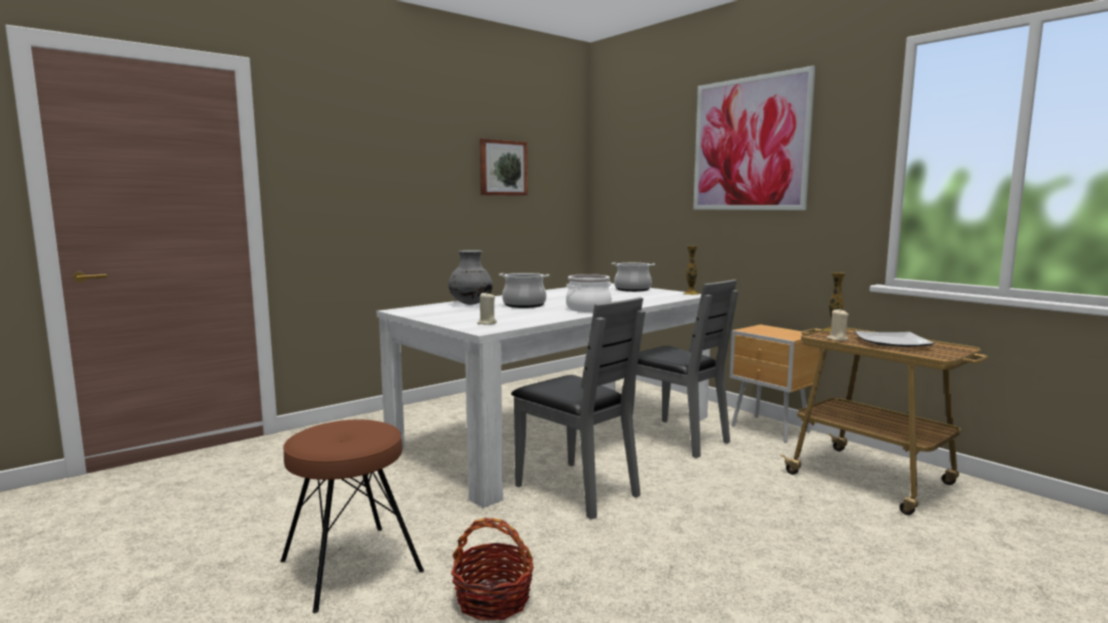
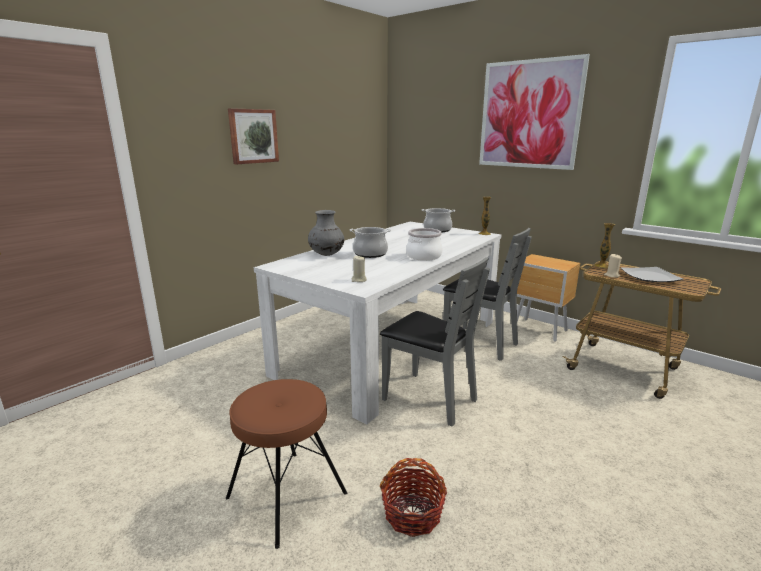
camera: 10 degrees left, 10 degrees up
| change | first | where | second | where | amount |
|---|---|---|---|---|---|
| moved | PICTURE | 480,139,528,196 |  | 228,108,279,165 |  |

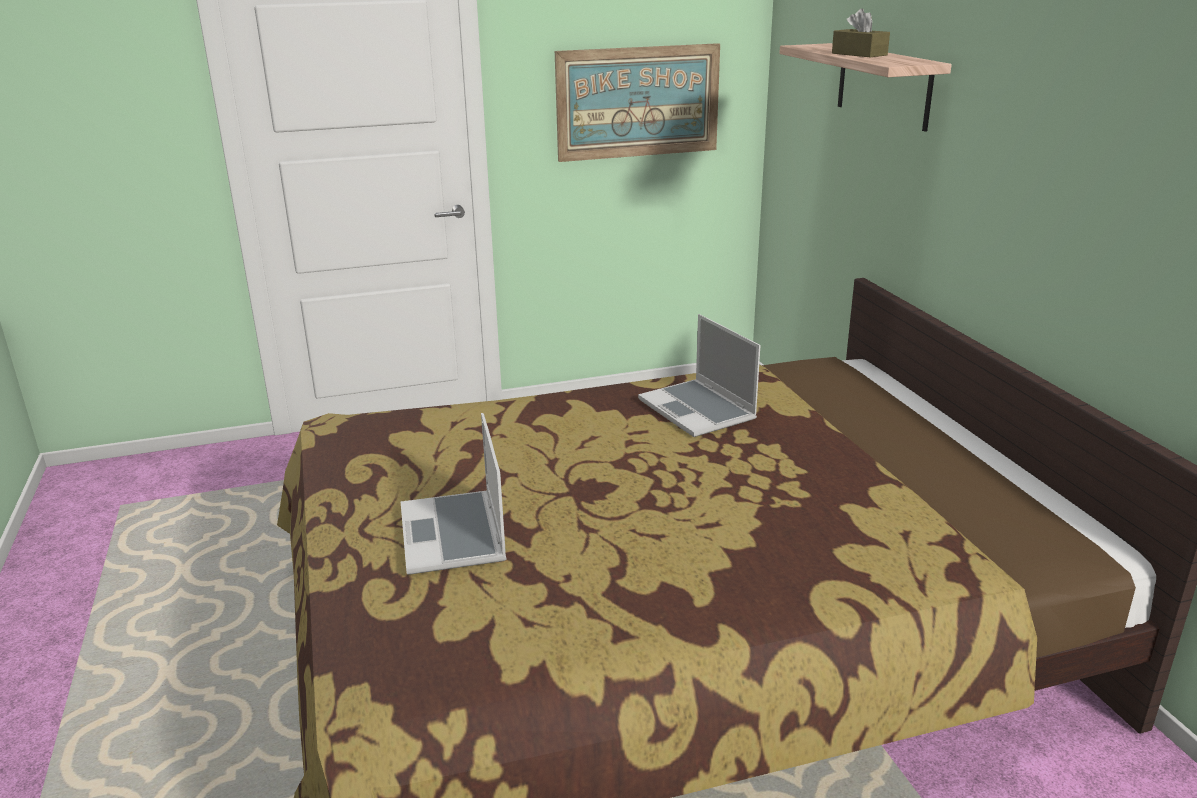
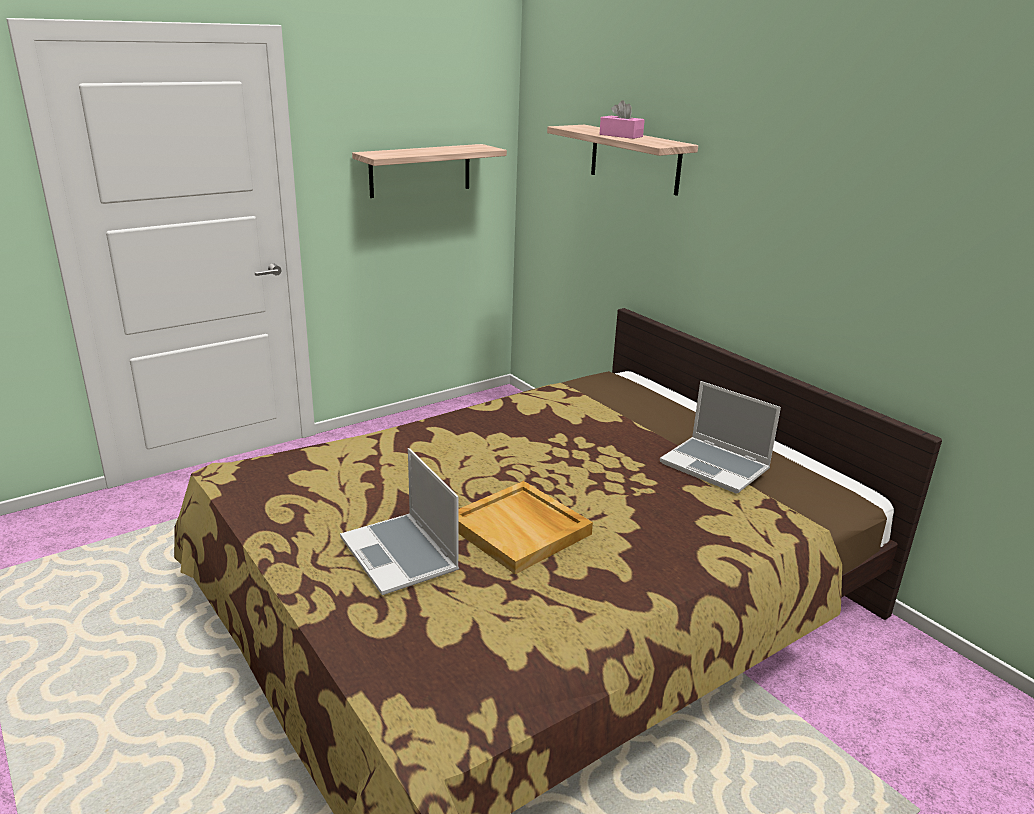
camera: 20 degrees left, 0 degrees up
| change | first | where | second | where | amount |
|---|---|---|---|---|---|
| recoloured | BROWN TISSUE BOX | 832,8,890,57 | PINK TISSUE BOX | 600,100,645,139 |  |
| replaced | PICTURE | 555,43,720,162 | SHELF | 352,144,507,198 |  |
| moved | LAPTOP | 638,314,760,437 |  | 660,381,781,494 |  |
| added |  |  | BEIGE TRAY | 458,481,593,574 |  |

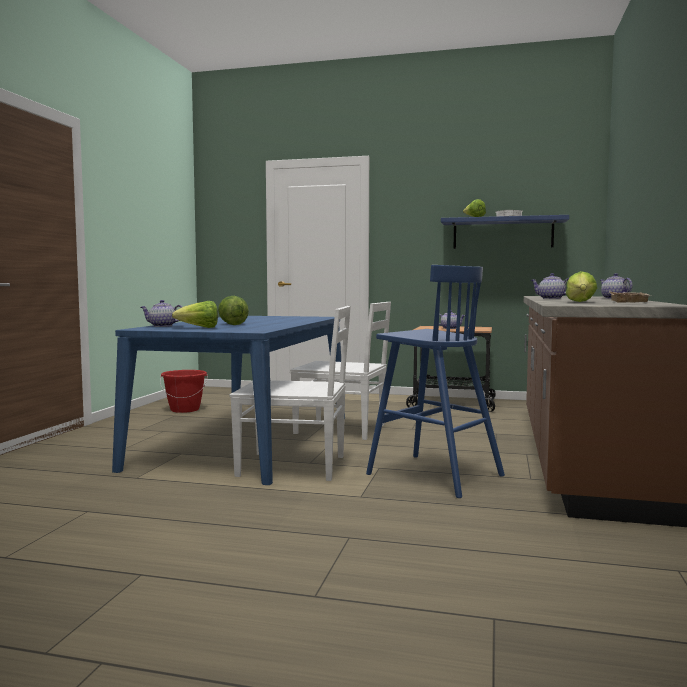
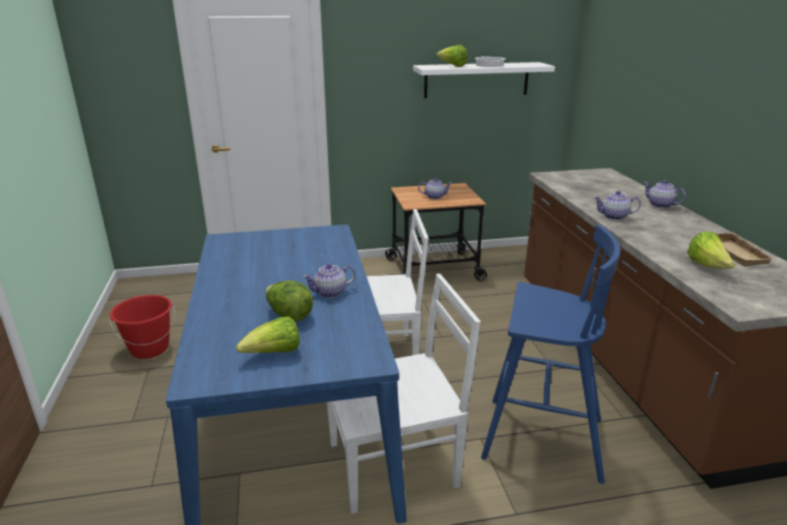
camera: 25 degrees left, 20 degrees up
| change | first | where | second | where | amount |
|---|---|---|---|---|---|
| recoloured | BLUE SHELF | 441,215,569,249 | WHITE SHELF | 413,62,555,98 |  |
| moved | TEAPOT | 140,300,182,327 |  | 303,264,355,298 |  |

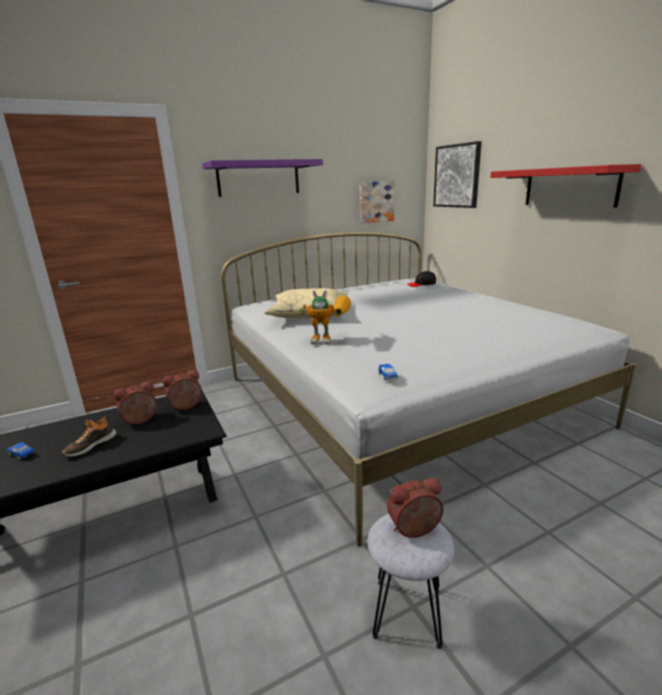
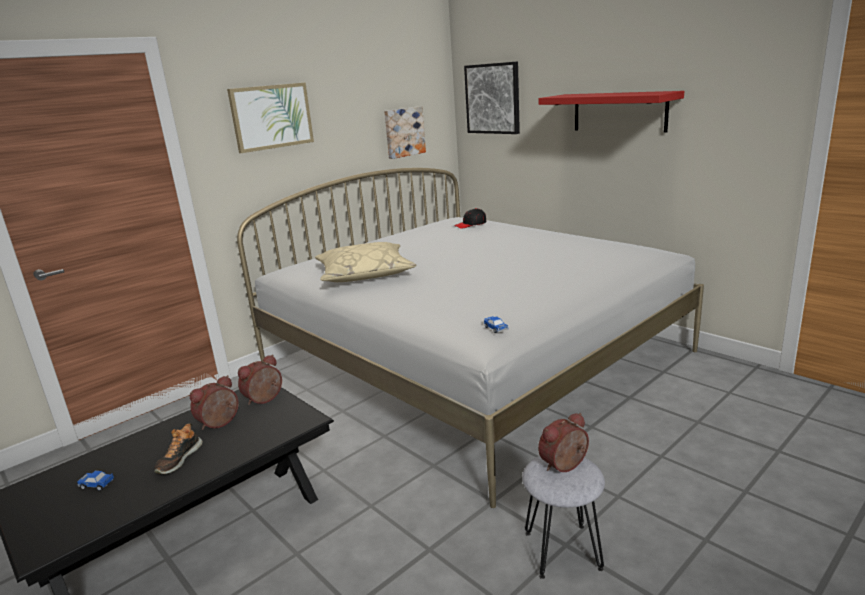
camera: 15 degrees left, 0 degrees up
| change | first | where | second | where | amount |
|---|---|---|---|---|---|
| replaced | PURPLE SHELF | 202,159,323,197 | PICTURE | 227,82,314,153 |  |
| removed | TOY ROBOT | 299,290,351,345 |  |  |  |

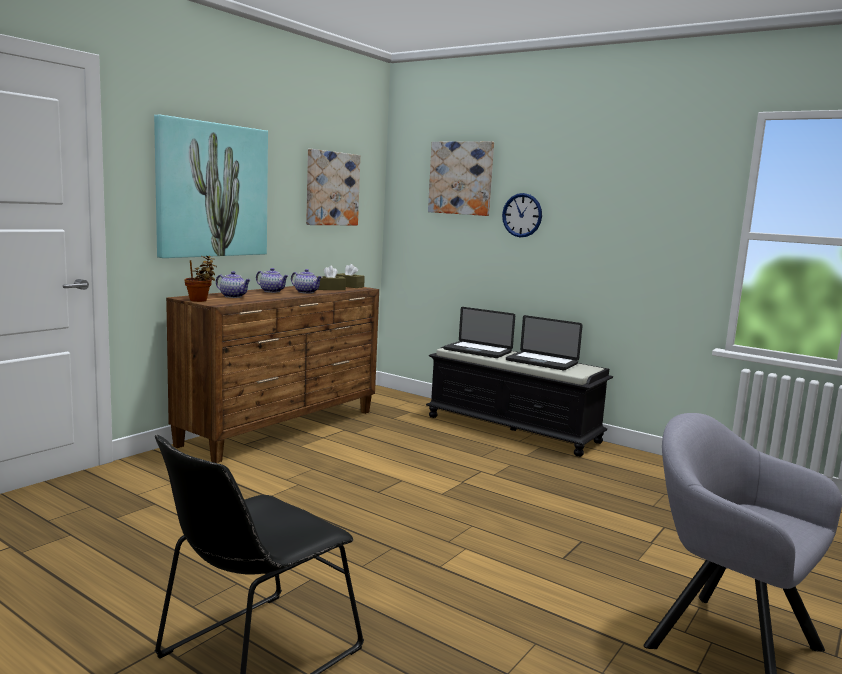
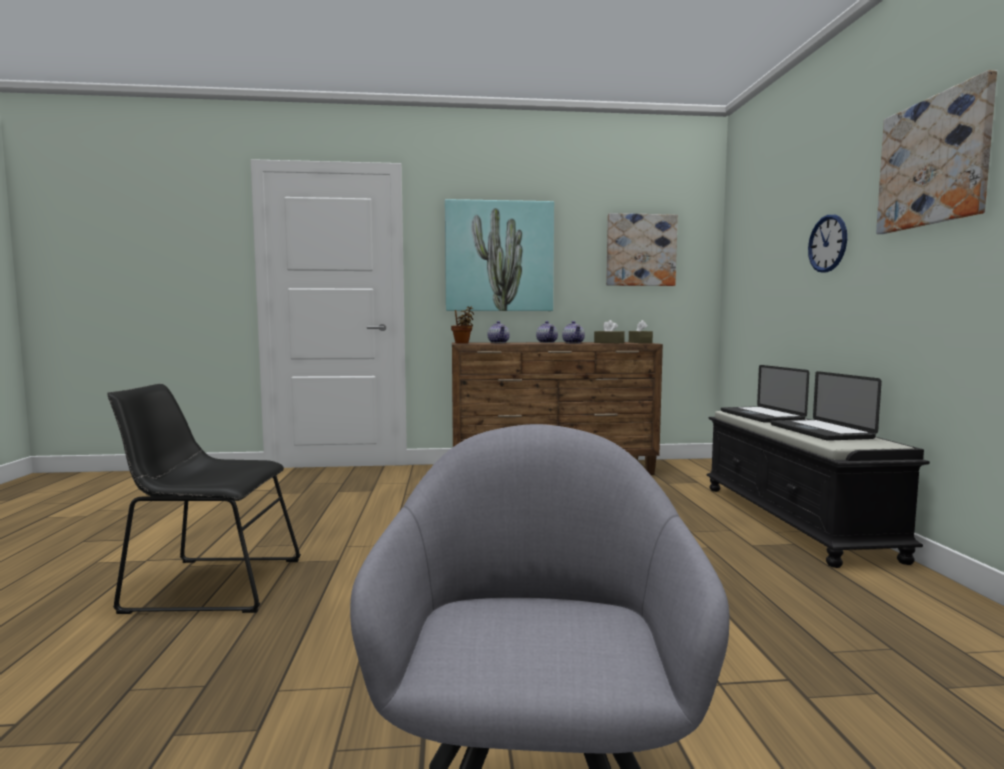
camera: 50 degrees right, 5 degrees down
| change | first | where | second | where | amount |
|---|---|---|---|---|---|
| moved | PICTURE | 428,141,494,216 |  | 876,70,997,234 |  |

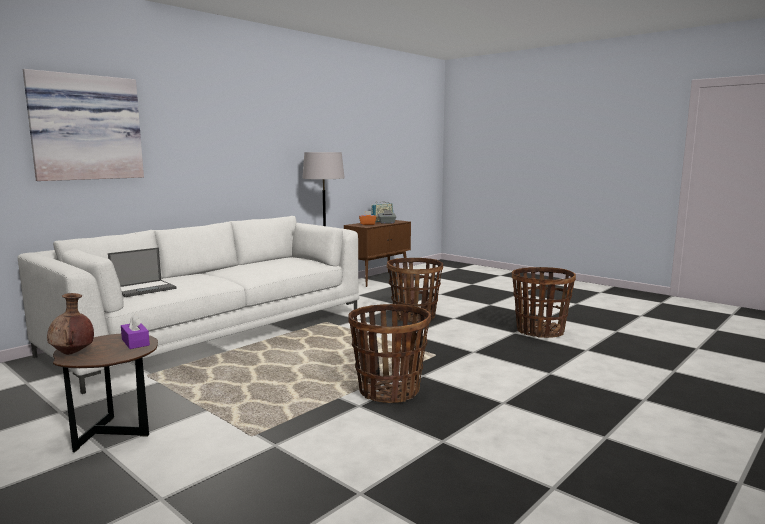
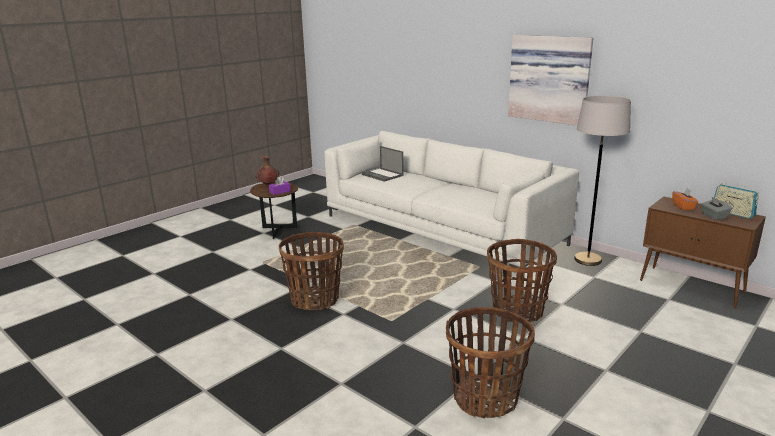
camera: 90 degrees right, 10 degrees up
| change | first | where | second | where | amount |
|---|---|---|---|---|---|
| moved | PICTURE | 23,69,144,181 |  | 508,35,593,125 |  |

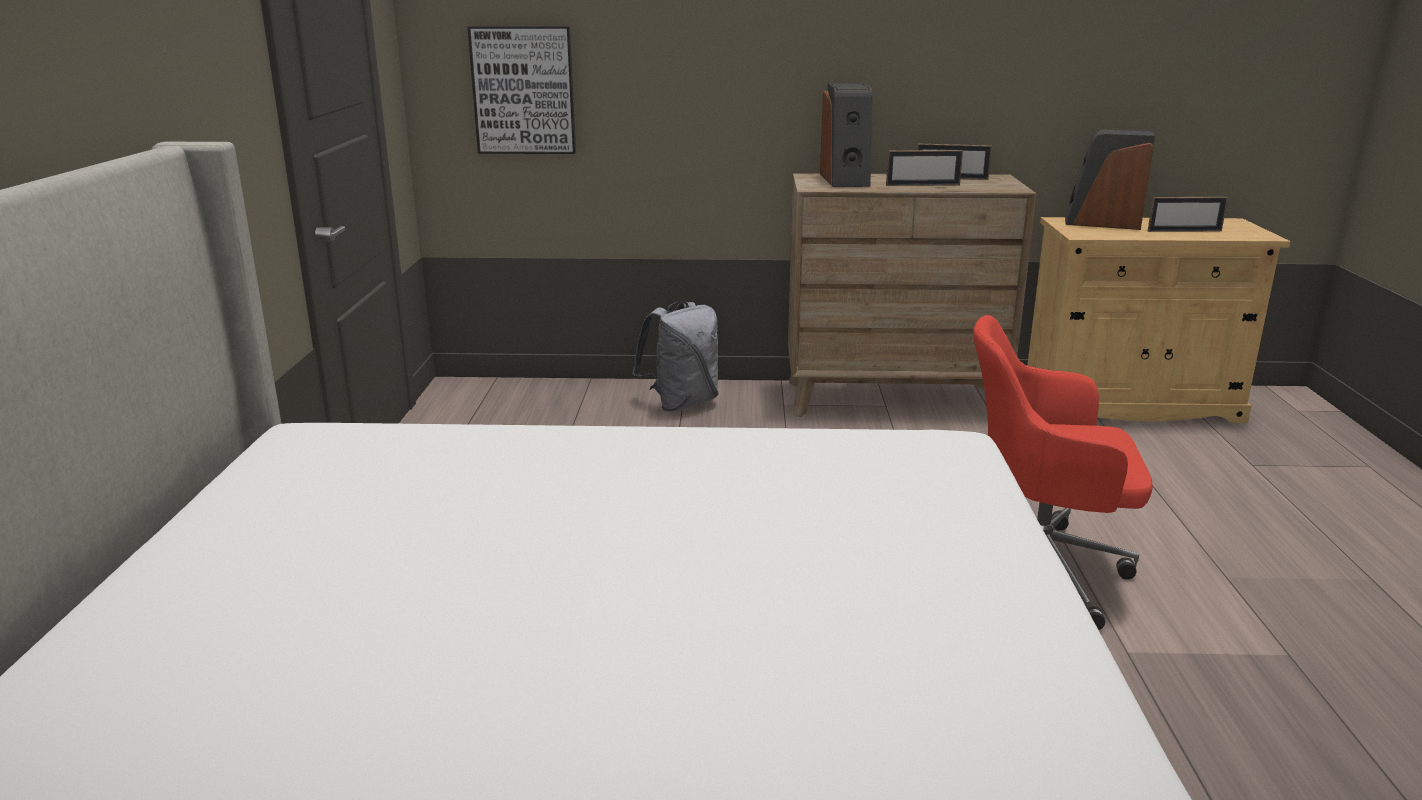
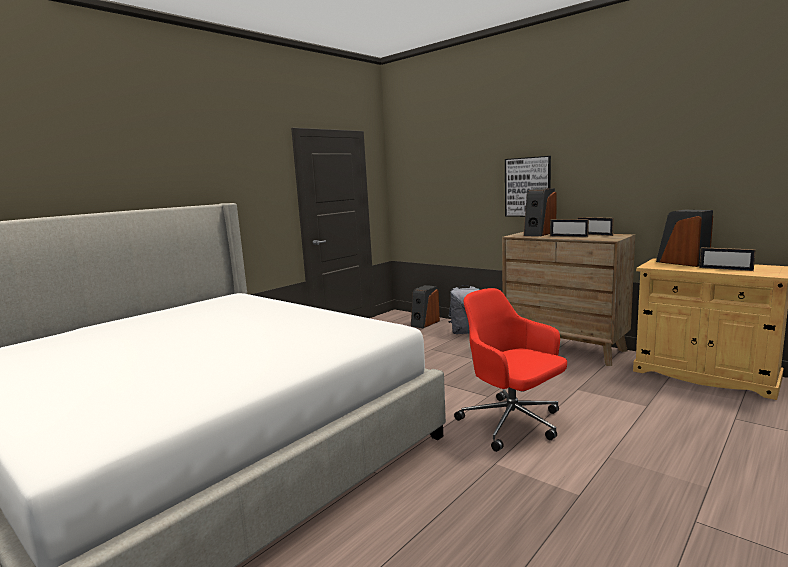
camera: 40 degrees right, 10 degrees down
| change | first | where | second | where | amount |
|---|---|---|---|---|---|
| moved | PICTURE | 468,26,576,154 |  | 505,156,551,217 |  |
| added |  |  | SPEAKER | 411,285,440,328 |  |

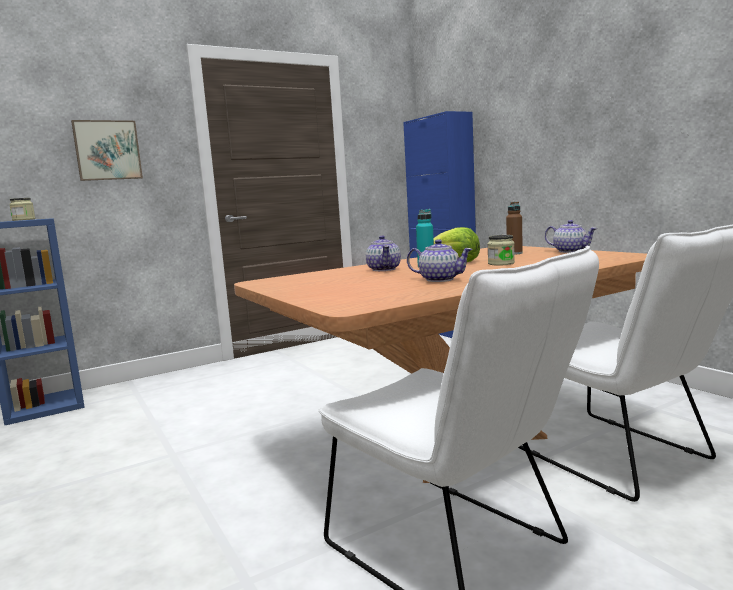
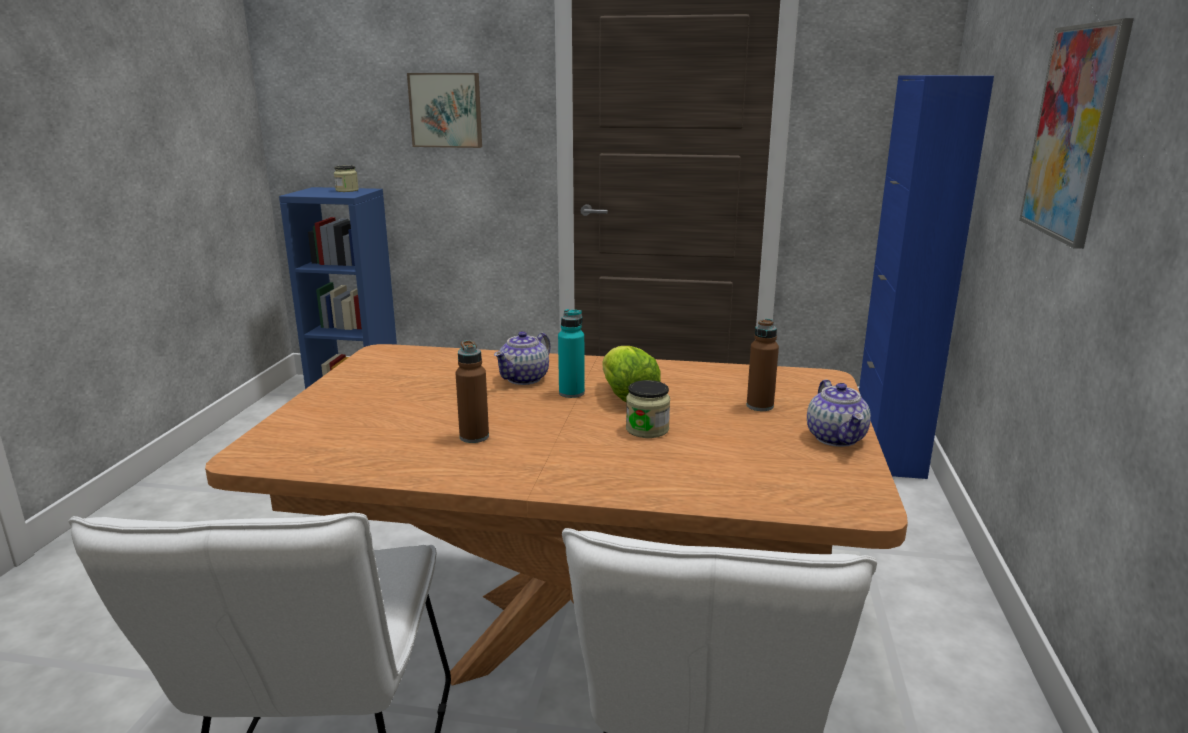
camera: 40 degrees right, 10 degrees up
| change | first | where | second | where | amount |
|---|---|---|---|---|---|
| replaced | TEAPOT | 407,239,473,282 | BROWN BOTTLE | 456,340,489,443 |  |
| added |  |  | PICTURE | 1019,18,1134,249 |  |

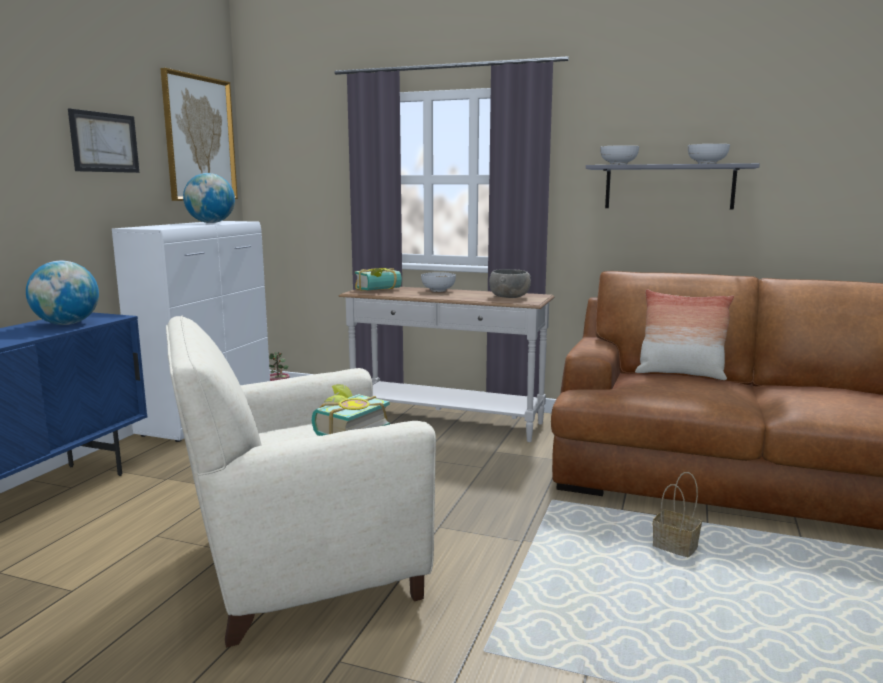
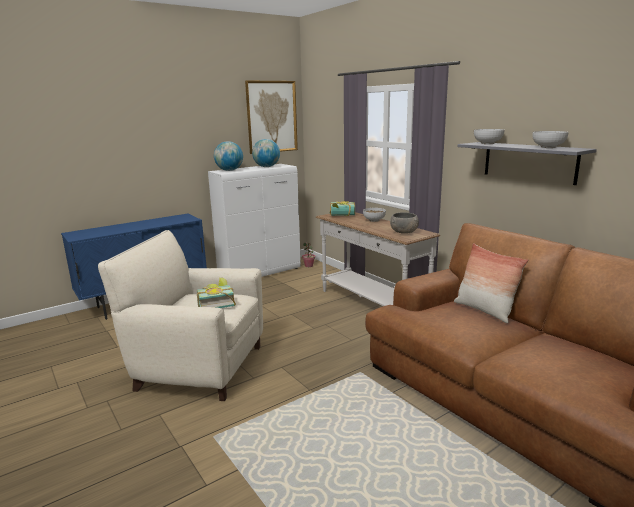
camera: 35 degrees right, 5 degrees up
| change | first | where | second | where | amount |
|---|---|---|---|---|---|
| removed | PICTURE | 68,108,139,173 |  |  |  |
| moved | GLOBE | 26,261,99,325 |  | 214,141,243,171 |  |
| removed | BASKET | 653,472,702,557 |  |  |  |

